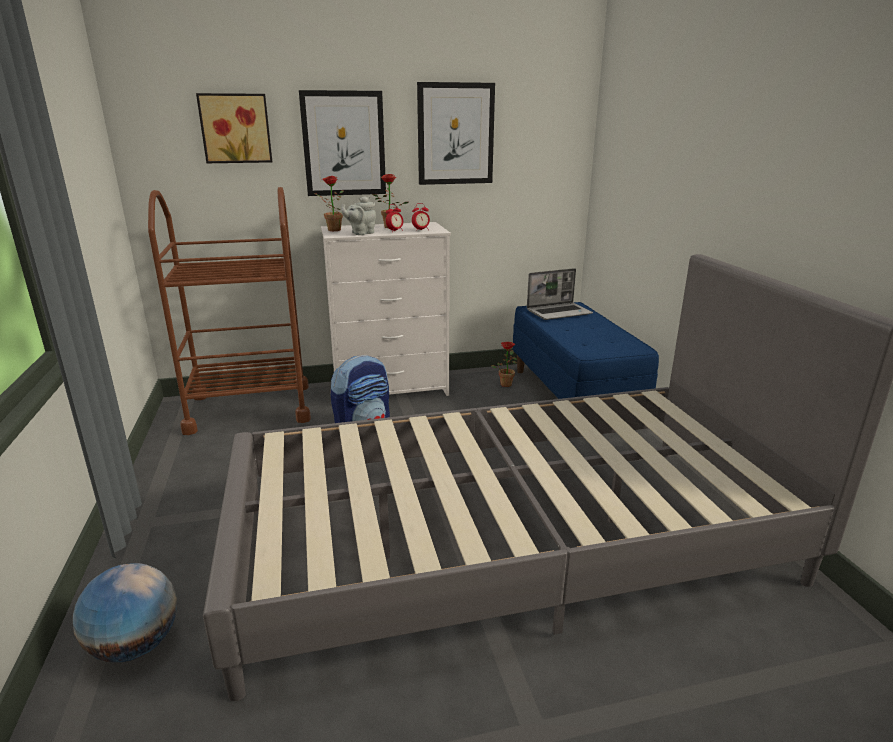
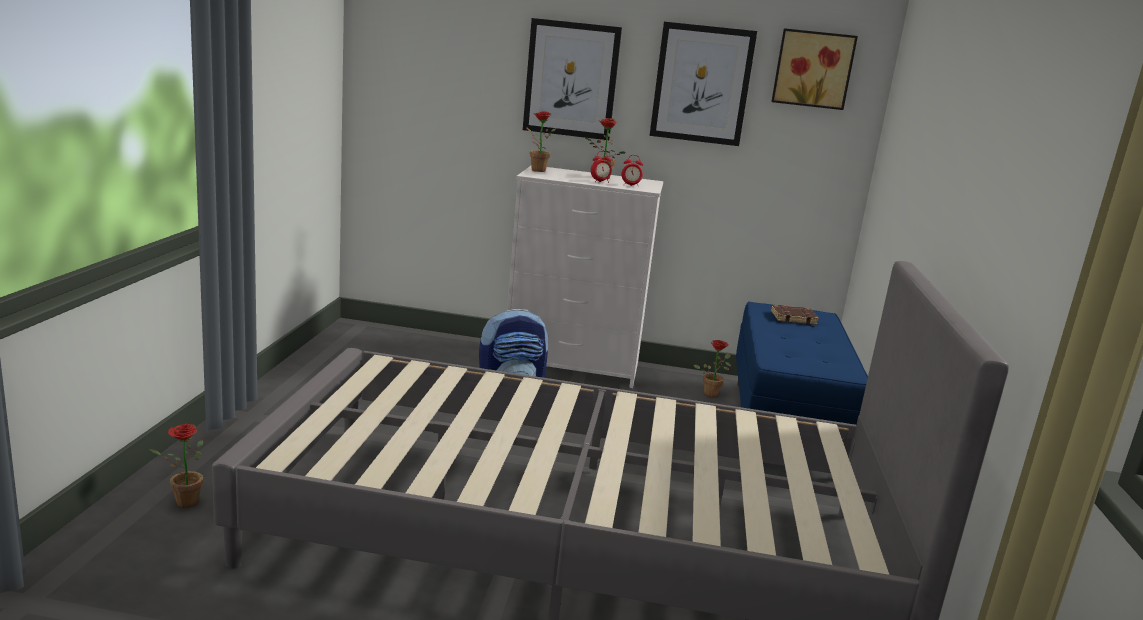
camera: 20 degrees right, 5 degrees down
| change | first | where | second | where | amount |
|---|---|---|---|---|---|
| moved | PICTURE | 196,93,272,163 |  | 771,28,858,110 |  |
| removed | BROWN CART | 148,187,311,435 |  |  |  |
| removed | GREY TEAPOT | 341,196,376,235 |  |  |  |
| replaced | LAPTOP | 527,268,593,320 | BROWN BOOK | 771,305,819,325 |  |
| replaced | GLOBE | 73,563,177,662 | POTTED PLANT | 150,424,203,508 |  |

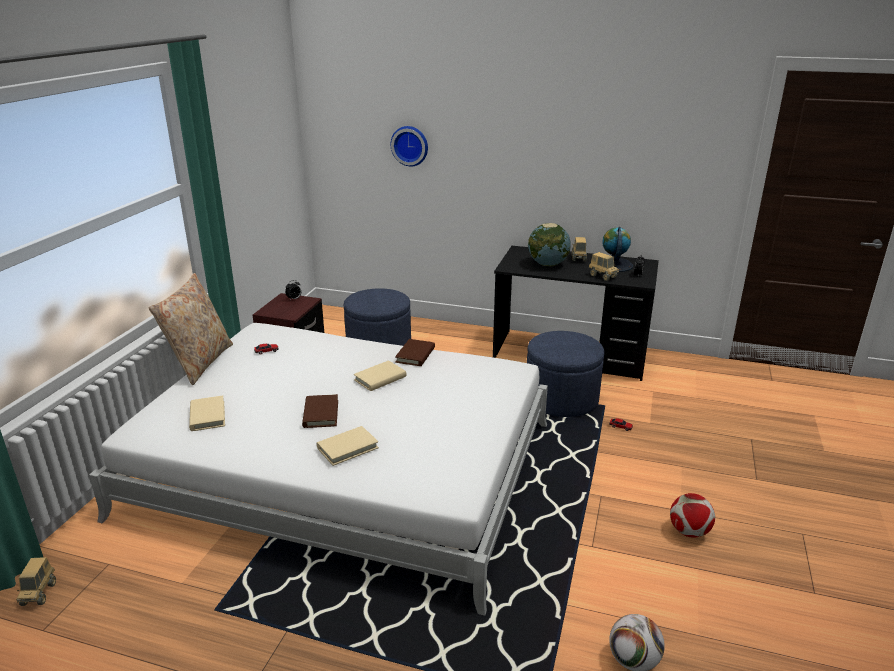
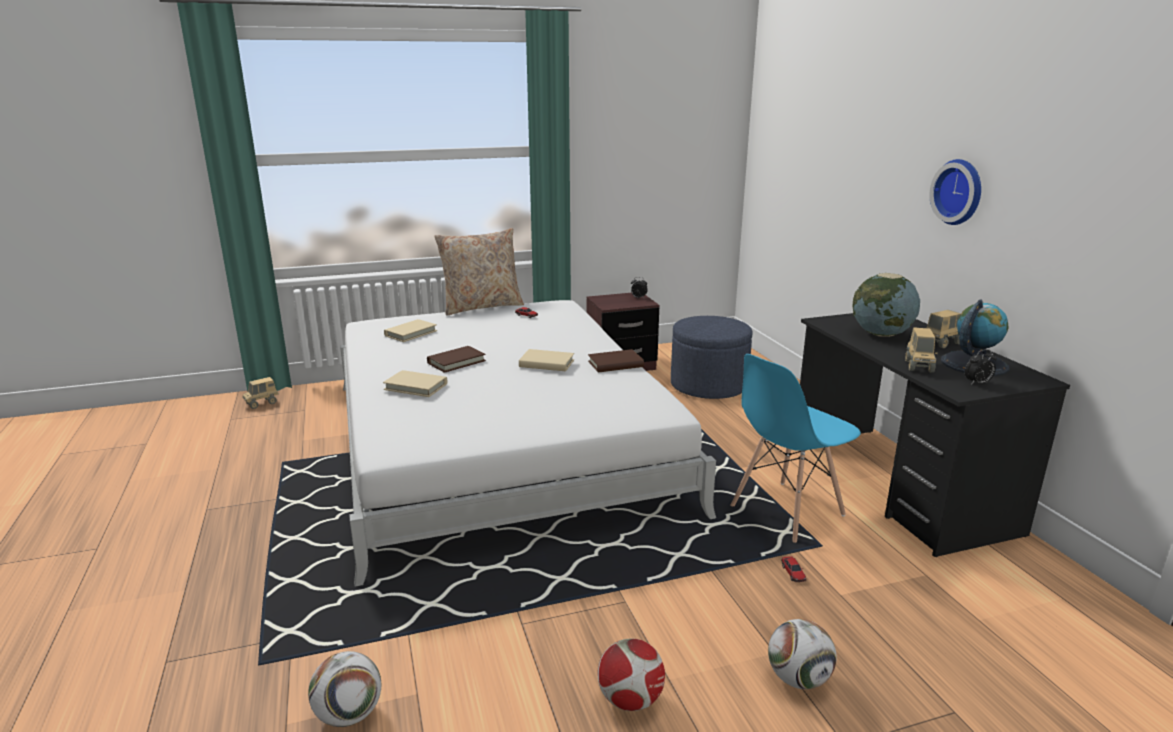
camera: 55 degrees right, 5 degrees down
| change | first | where | second | where | amount |
|---|---|---|---|---|---|
| moved | WALL CLOCK | 391,126,428,166 |  | 930,159,981,225 |  |
| replaced | BLUE OTTOMAN | 527,331,605,417 | BLUE CHAIR | 730,354,861,543 |  |
| added |  |  | FOOTBALL | 768,619,837,689 |  |

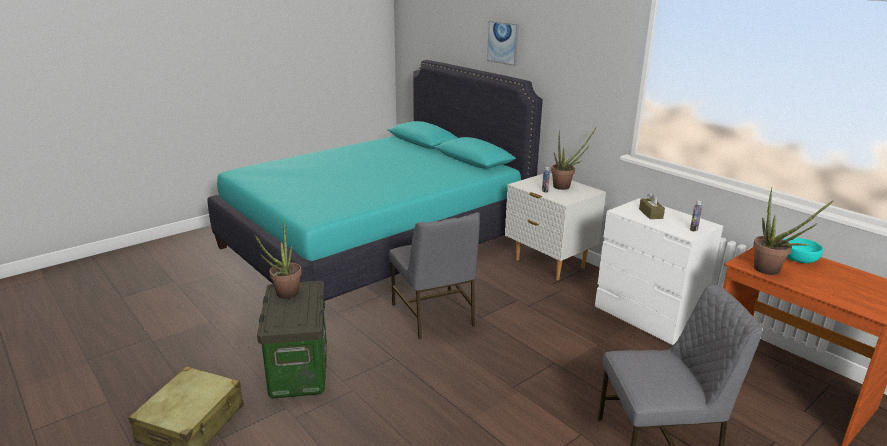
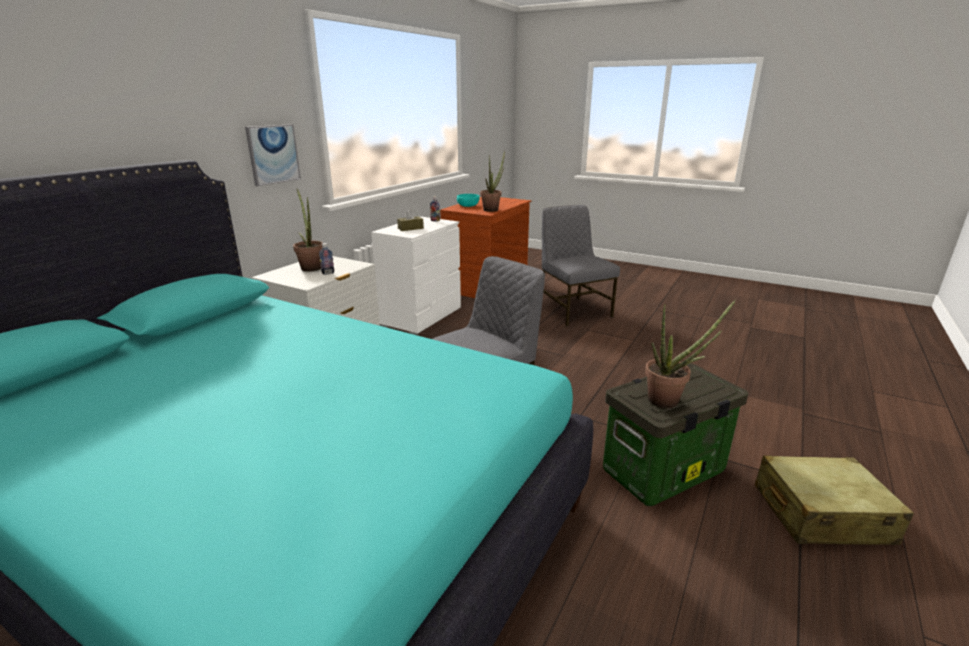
camera: 110 degrees left, 0 degrees up
| change | first | where | second | where | amount |
|---|---|---|---|---|---|
| moved | PICTURE | 487,21,519,66 |  | 245,124,301,186 |  |

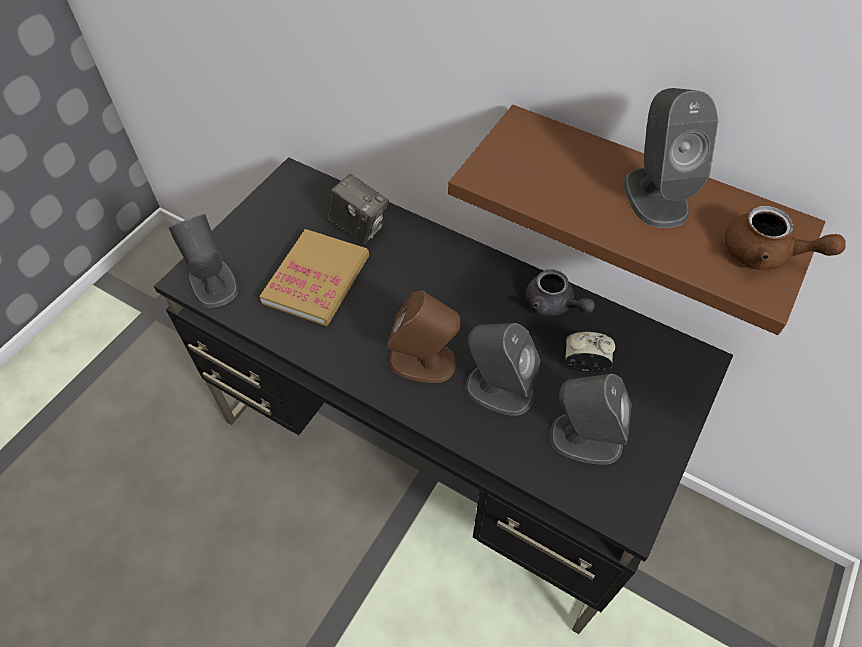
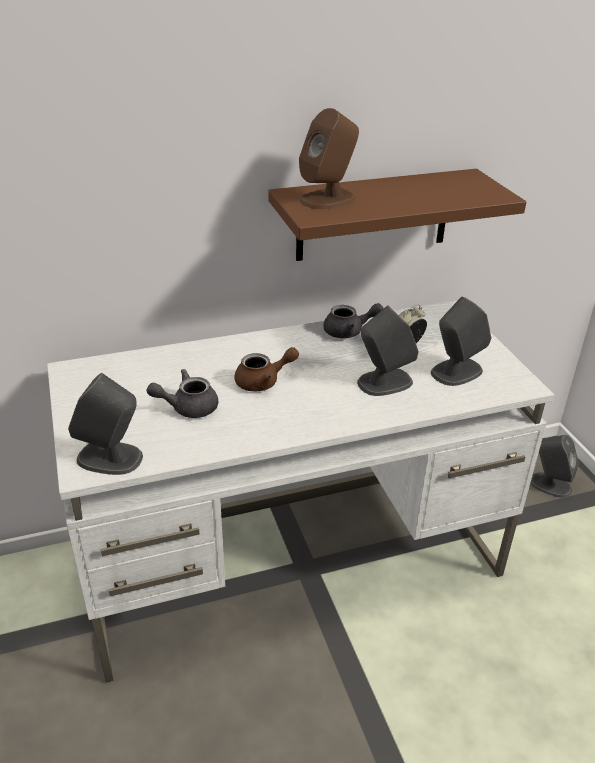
camera: 50 degrees left, 20 degrees down
| change | first | where | second | where | amount |
|---|---|---|---|---|---|
| moved | GREY SPEAKER | 624,88,718,228 |  | 530,435,579,498 |  |
| recoloured | BLACK DESK | 154,157,733,634 | WHITE DESK | 47,300,554,683 |  |
| removed | PHOTO CAMERA | 327,174,389,244 |  |  |  |
| moved | BROWN TEAPOT | 724,206,846,270 |  | 235,347,299,392 |  |
| replaced | BOOK | 259,229,369,326 | GREY TEAPOT | 147,369,218,418 |  |
| moved | BROWN SPEAKER | 388,291,461,383 |  | 299,108,359,209 |  |

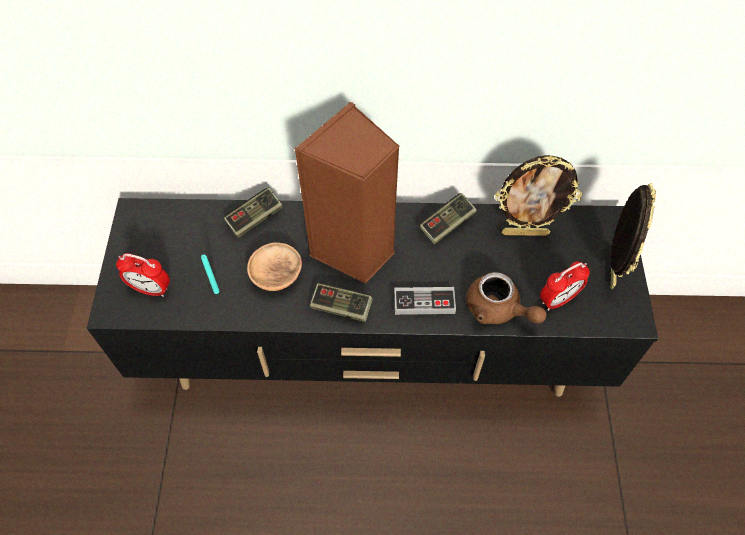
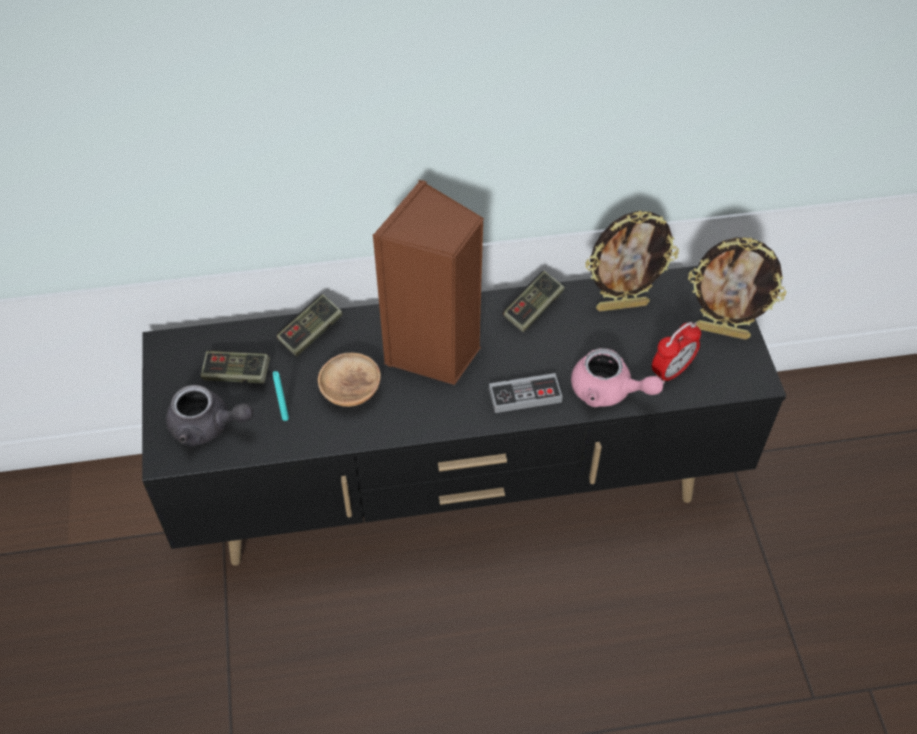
camera: 10 degrees left, 5 degrees down
| change | first | where | second | where | amount |
|---|---|---|---|---|---|
| turned | PICTURE FRAME | 610,183,656,290 |  | 688,237,786,340 | 105 degrees clockwise |
| replaced | ALARM CLOCK | 116,253,170,297 | GREY TEAPOT | 166,385,253,447 |  |
| recoloured | BROWN TEAPOT | 467,272,547,324 | PINK TEAPOT | 571,348,663,407 |  |
| moved | GAME CONTROLLER | 310,282,373,322 |  | 201,350,270,383 |  |

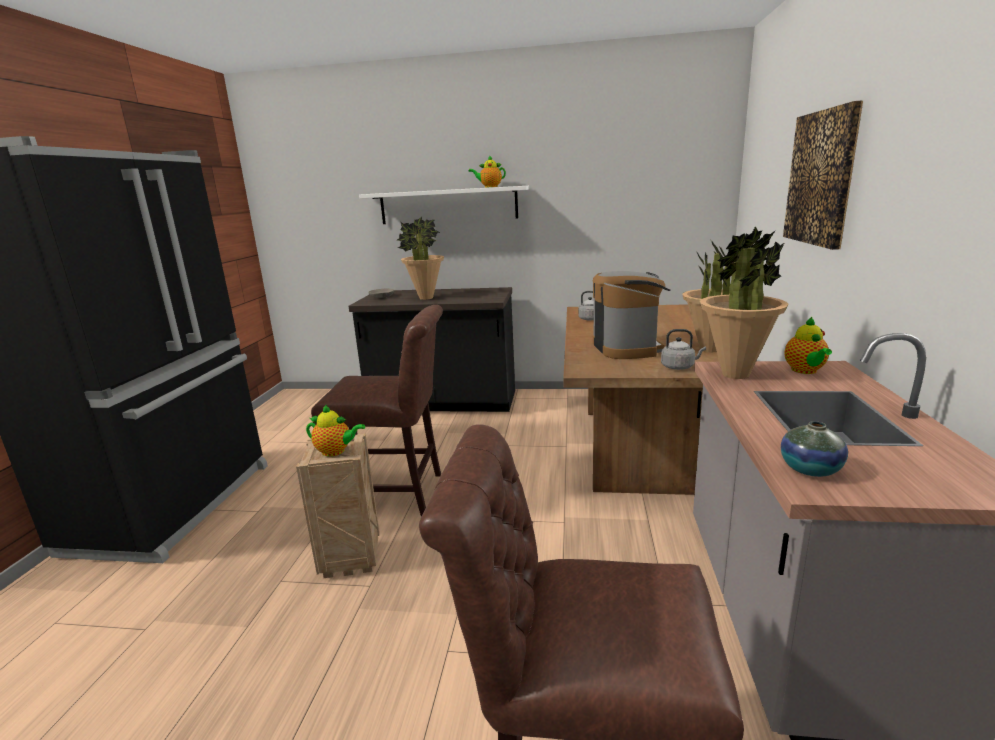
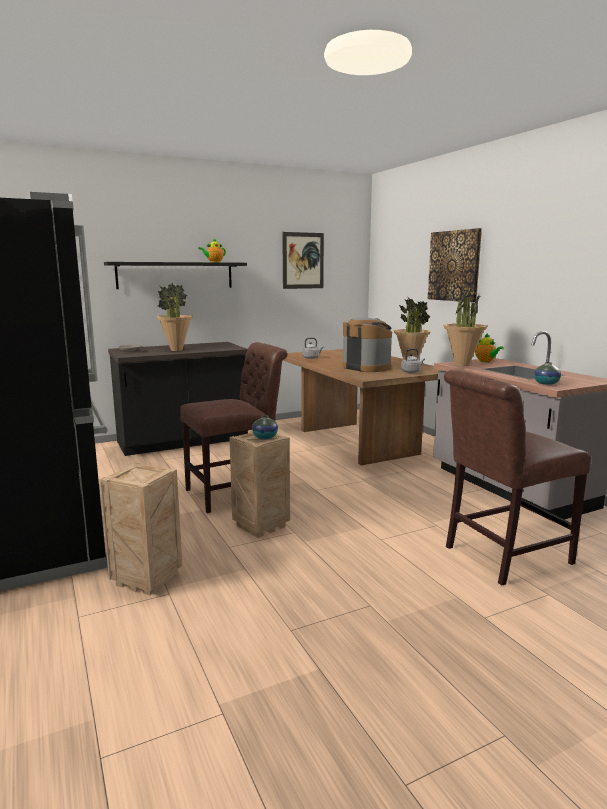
camera: 35 degrees left, 5 degrees down
| change | first | where | second | where | amount |
|---|---|---|---|---|---|
| recoloured | WHITE SHELF | 359,186,529,224 | BLACK SHELF | 104,262,247,289 |  |
| replaced | TEAPOT | 306,404,365,457 | VASE | 252,415,278,439 |  |
| added |  |  | PICTURE | 282,232,324,289 |  |
| added |  |  | CRATE | 99,462,183,595 |  |

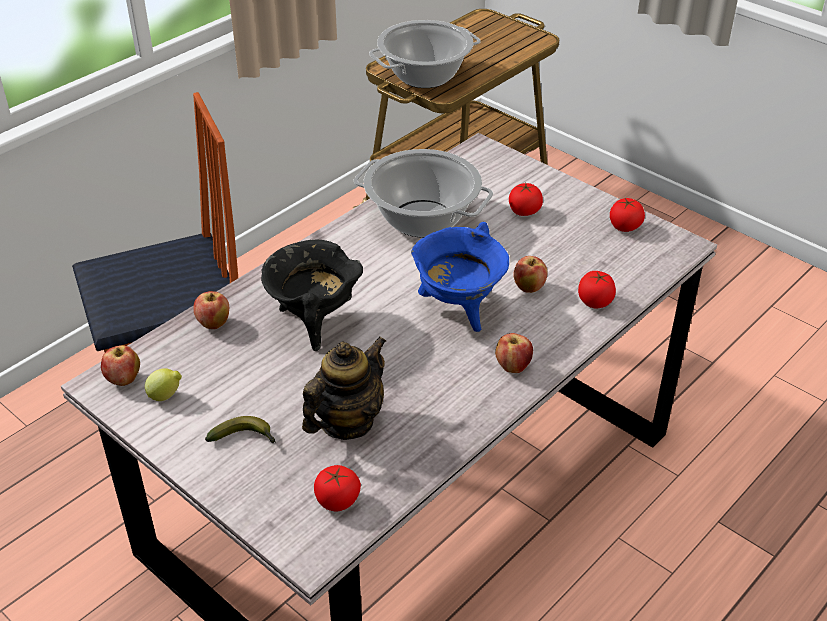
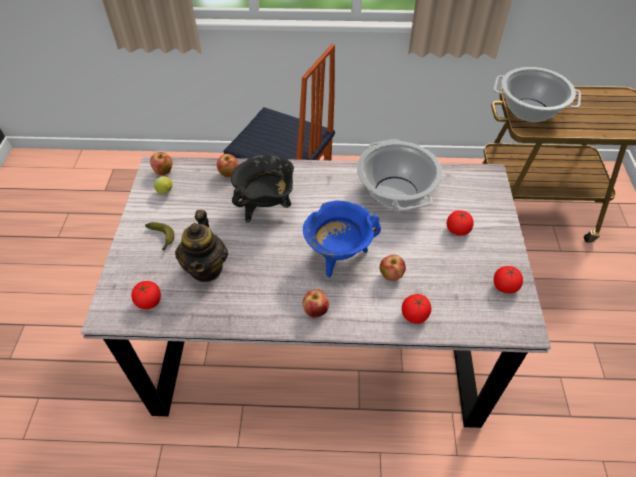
camera: 50 degrees right, 10 degrees up
| change | first | where | second | where | amount |
|---|---|---|---|---|---|
| turned | TEAPOT | 302,336,386,440 |  | 175,210,228,282 | 90 degrees clockwise |

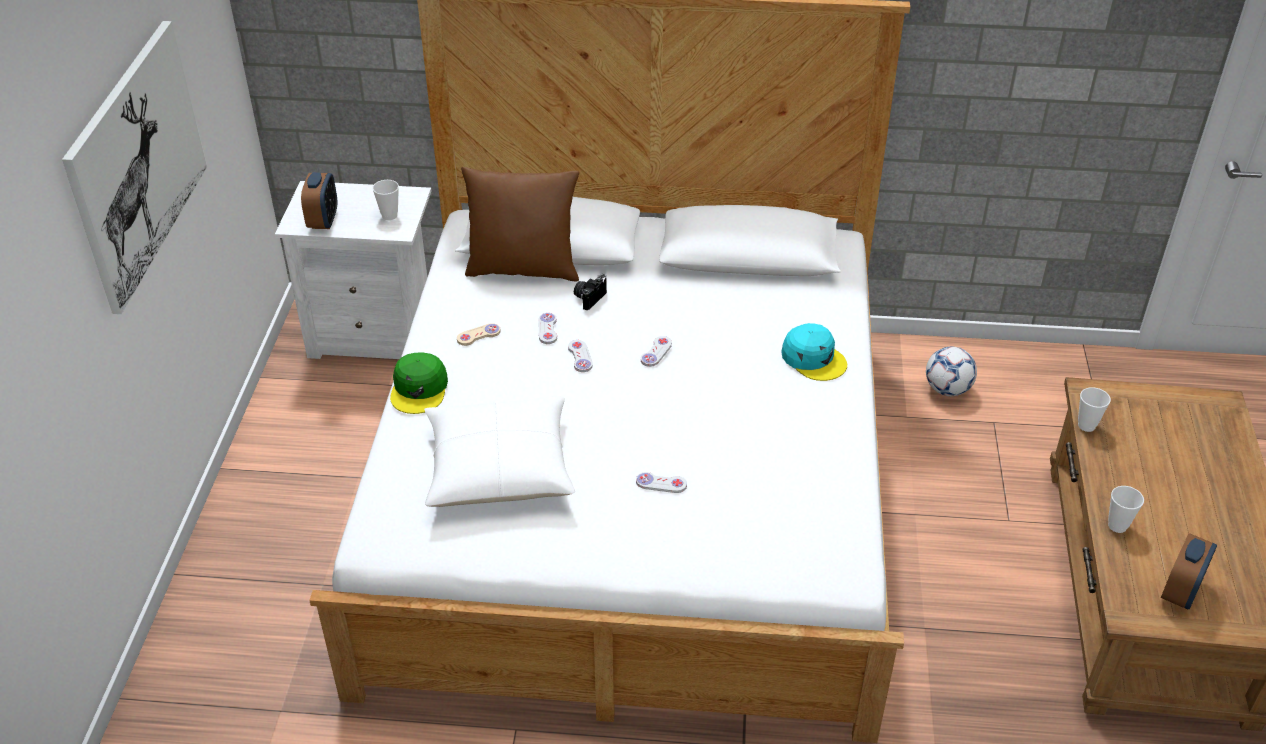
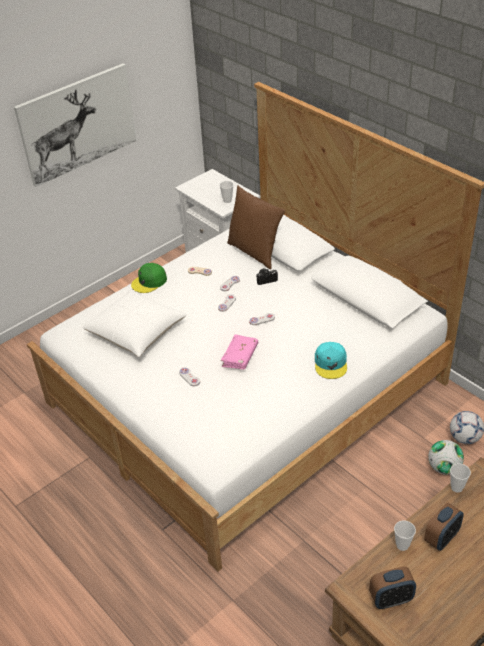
camera: 45 degrees right, 0 degrees up
| change | first | where | second | where | amount |
|---|---|---|---|---|---|
| moved | ALARM CLOCK | 301,172,337,229 |  | 424,503,464,551 |  |
| added |  |  | PINK BOOK | 221,334,258,369 |  |
| added |  |  | FOOTBALL | 428,440,464,475 |  |

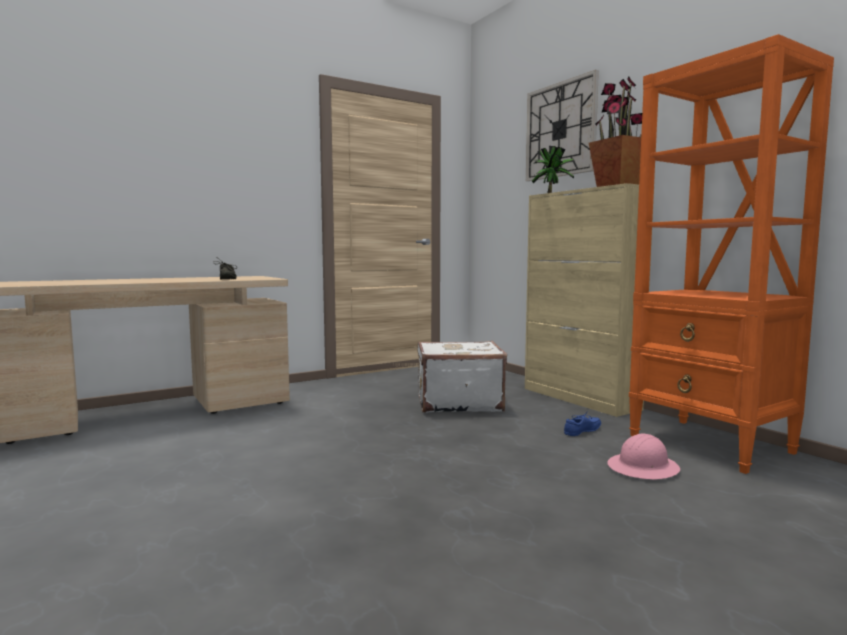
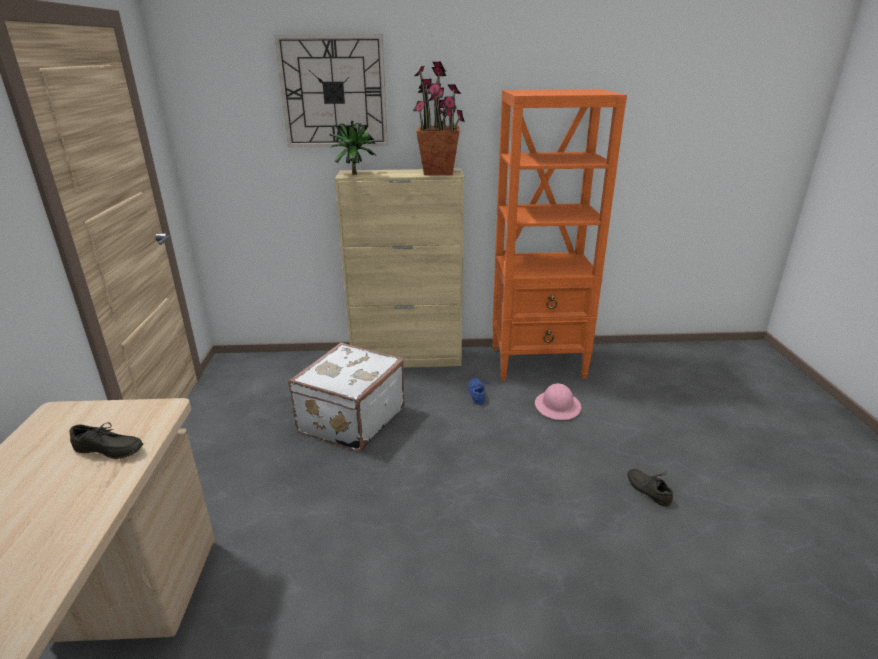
camera: 60 degrees left, 20 degrees up
| change | first | where | second | where | amount |
|---|---|---|---|---|---|
| added |  |  | GREY SHOE | 627,469,673,507 |  |

